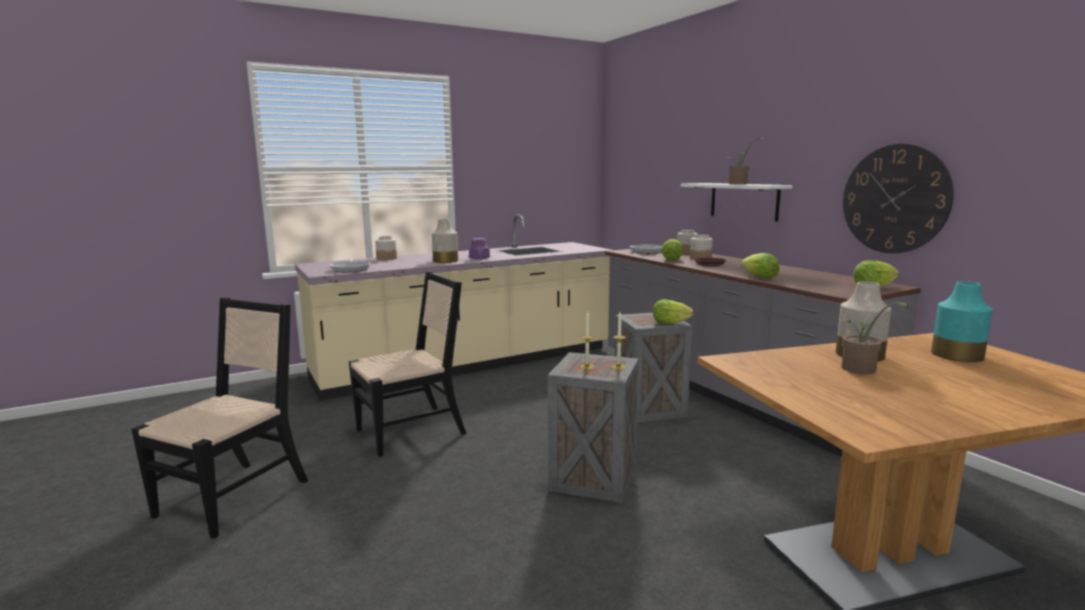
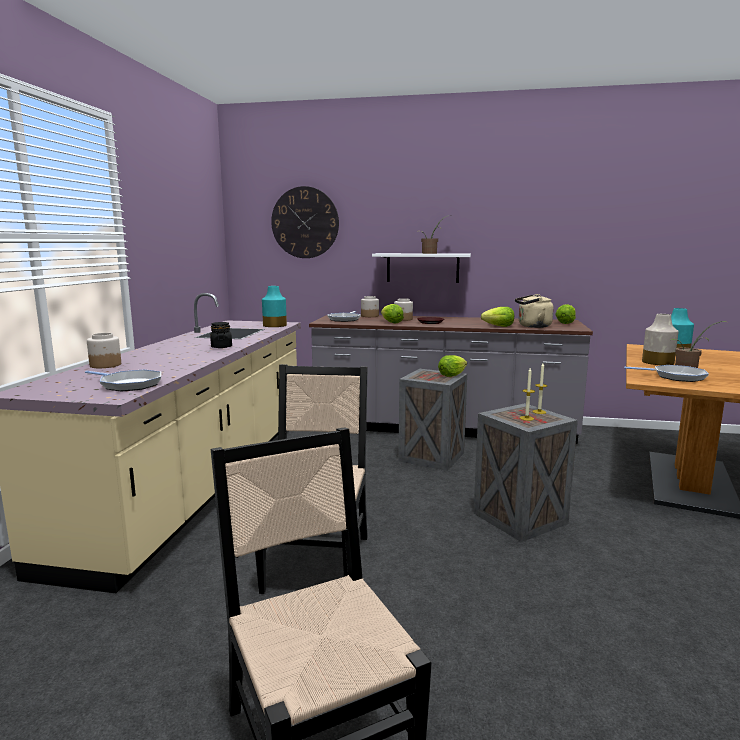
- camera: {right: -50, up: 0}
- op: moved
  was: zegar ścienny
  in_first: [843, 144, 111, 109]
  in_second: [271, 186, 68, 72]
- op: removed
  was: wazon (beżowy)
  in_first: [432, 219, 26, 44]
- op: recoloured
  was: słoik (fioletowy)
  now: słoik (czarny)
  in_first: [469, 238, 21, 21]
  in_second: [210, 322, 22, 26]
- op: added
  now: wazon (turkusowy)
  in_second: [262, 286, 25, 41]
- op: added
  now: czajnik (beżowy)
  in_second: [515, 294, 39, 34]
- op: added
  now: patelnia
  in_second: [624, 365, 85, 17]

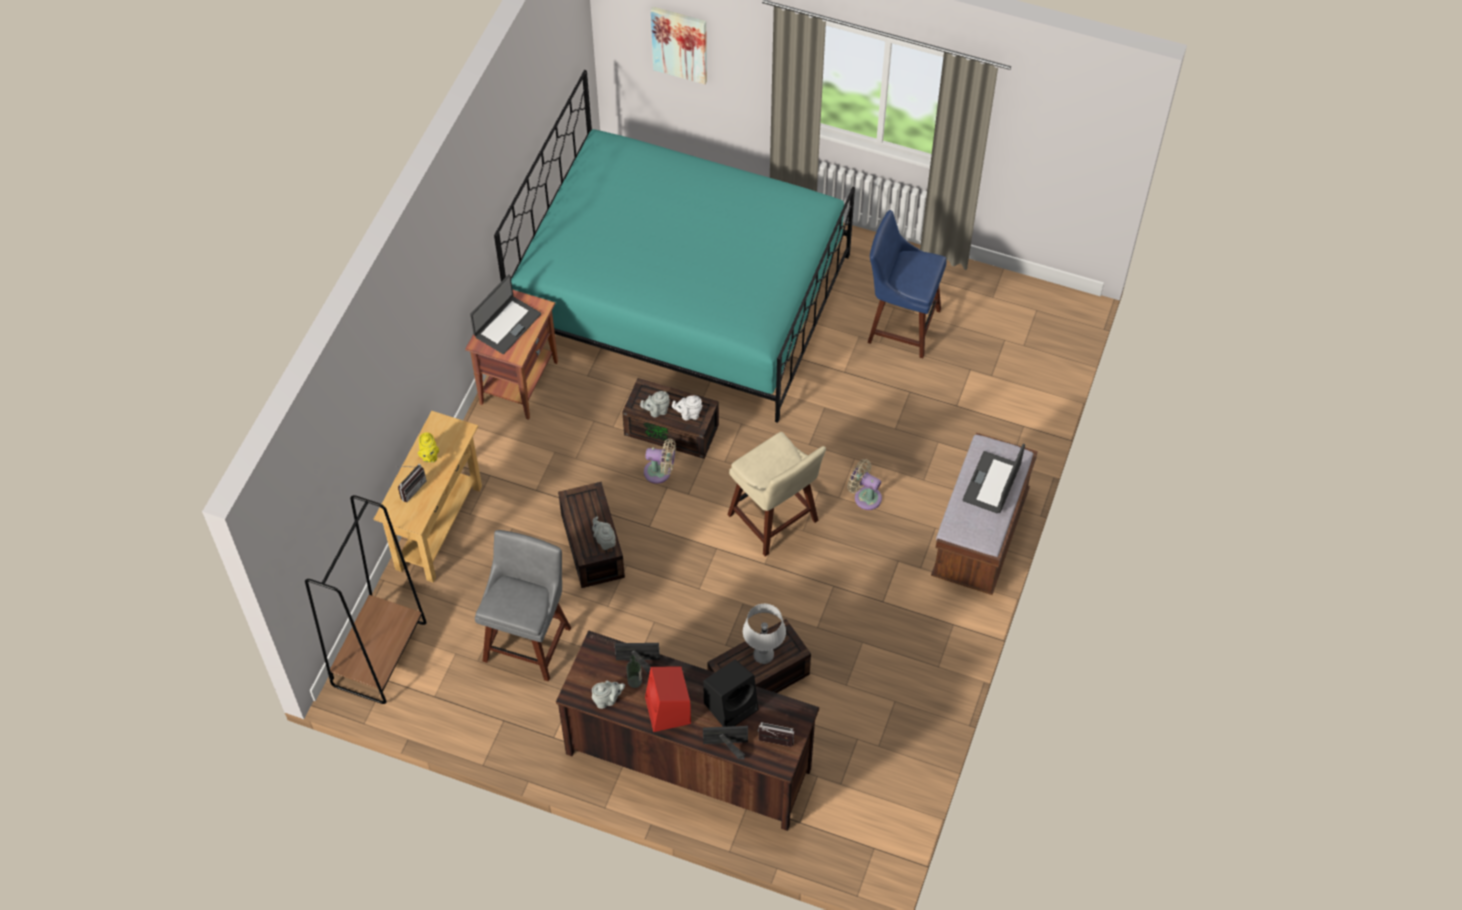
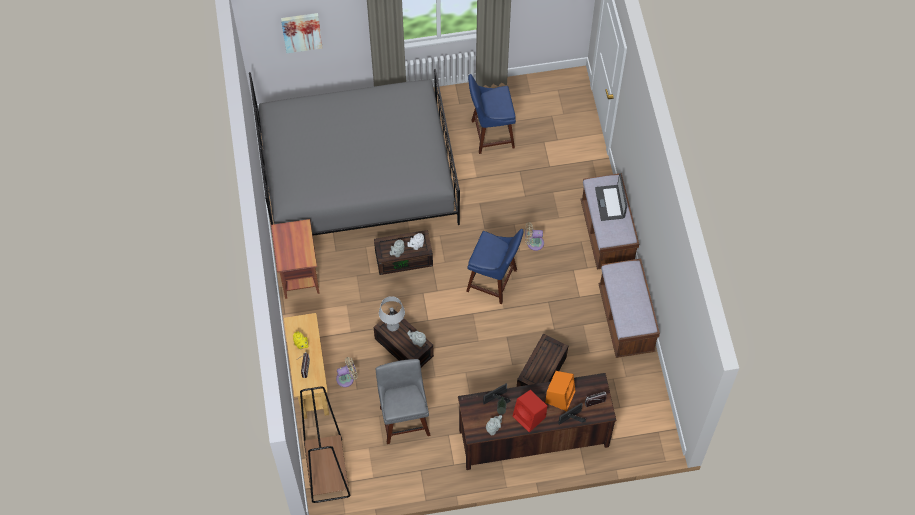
- camera: {right: -30, up: 5}
- op: recoloured
  was: łóżko (turkusowy)
  now: łóżko (szary)
  in_first: [494, 70, 361, 353]
  in_second: [249, 69, 211, 167]
- op: removed
  was: laptop
  in_first: [470, 274, 71, 80]
- op: recoloured
  was: krzesło (beżowy)
  now: krzesło (niebieski)
  in_first: [728, 432, 98, 124]
  in_second: [466, 229, 57, 76]
- op: moved
  was: wentylator (beżowy)
  in_first: [644, 438, 32, 46]
  in_second: [336, 357, 22, 30]
- op: moved
  was: lampa stołowa (szary)
  in_first: [743, 604, 43, 60]
  in_second: [379, 296, 26, 35]
- op: recoloured
  was: głośnik (czarny)
  now: głośnik (pomarańczowy)
  in_first: [703, 659, 56, 68]
  in_second: [545, 371, 31, 40]
- op: added
  now: ławka (brązowy)
  in_second: [598, 258, 62, 100]

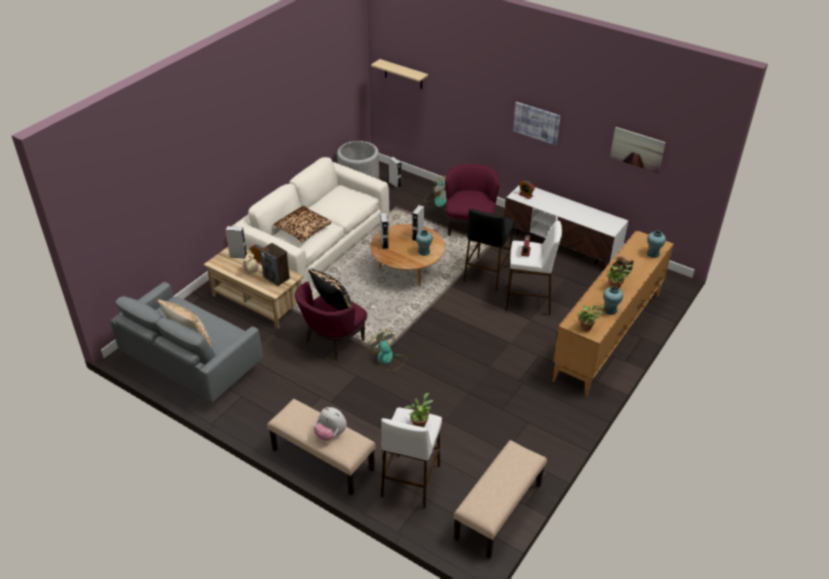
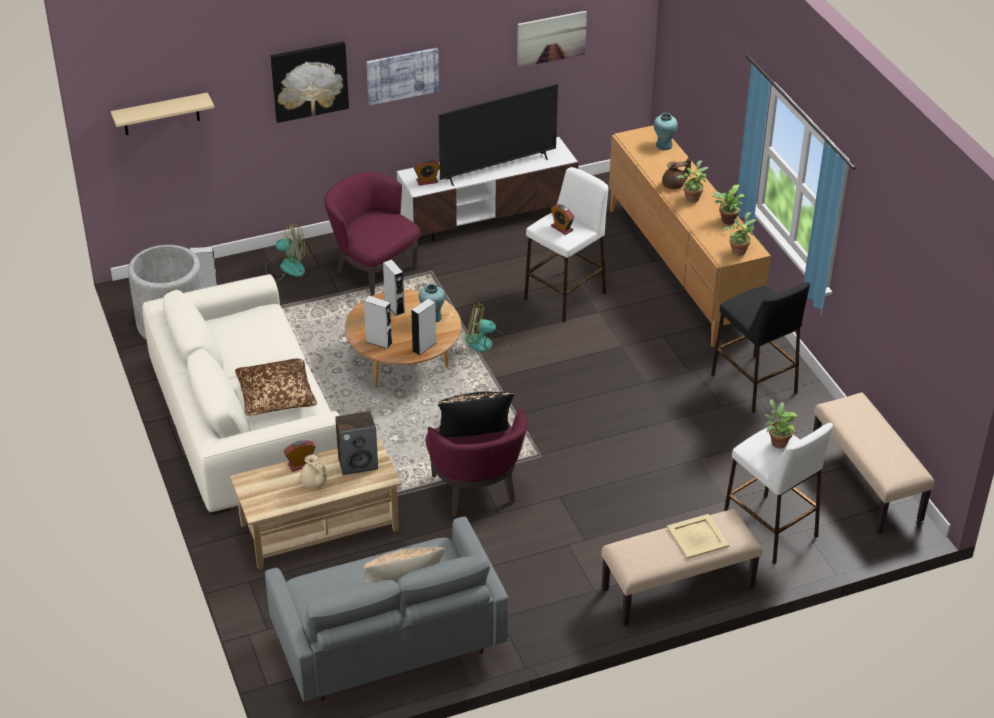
- camera: {right: -55, up: 0}
- op: moved
  was: stołek (czarny)
  in_first: [463, 209, 52, 82]
  in_second: [711, 282, 99, 131]
- op: moved
  was: głośnik (szary)
  in_first: [226, 226, 21, 33]
  in_second: [411, 299, 25, 56]
- op: replaced
  was: wazon (turkusowy)
  now: roślina doniczkowa
  in_first: [603, 286, 20, 29]
  in_second: [711, 184, 34, 41]
- op: moved
  was: wentylator
  in_first: [367, 330, 39, 41]
  in_second: [465, 303, 43, 50]
- op: replaced
  was: pluszak
  now: taca (beżowy)
  in_first: [314, 407, 33, 34]
  in_second: [667, 514, 62, 45]
- op: added
  now: obraz
  in_second: [270, 42, 79, 81]
- op: added
  now: telewizor
  in_second: [439, 84, 119, 102]

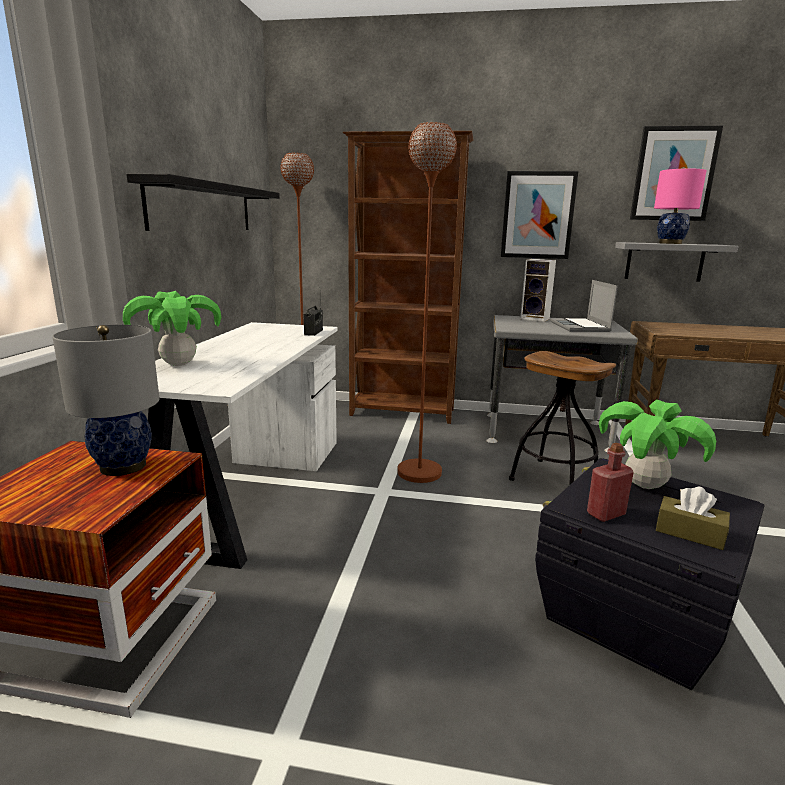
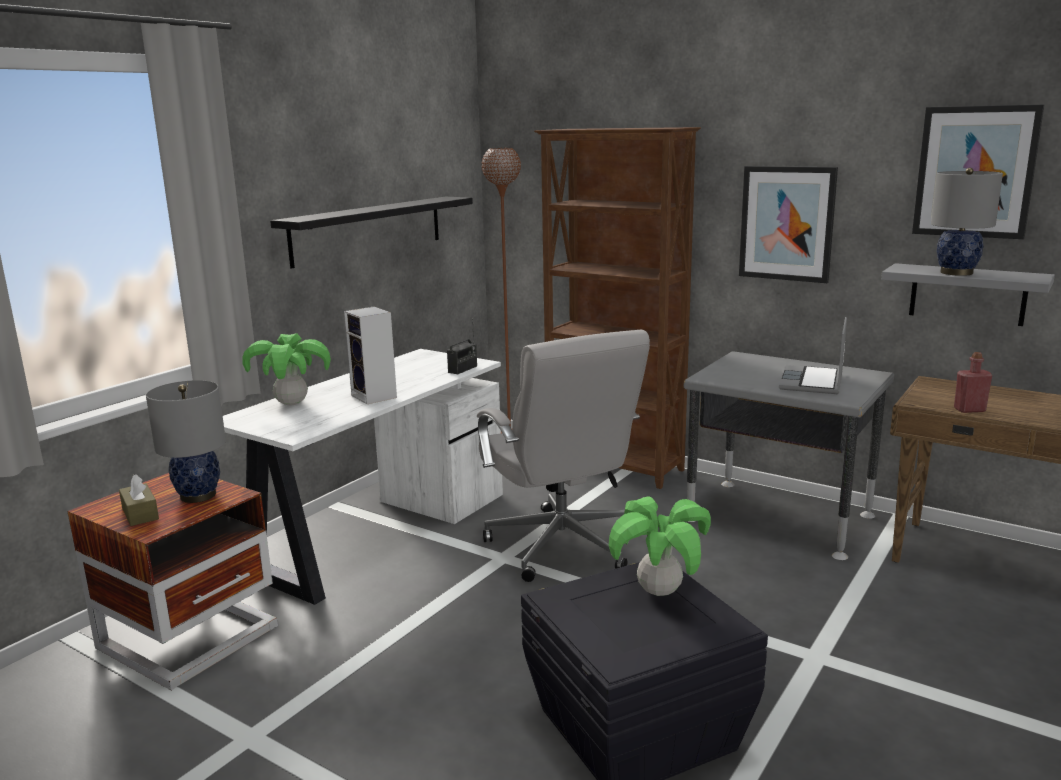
- camera: {right: 25, up: 0}
- op: replaced
  was: lampa stojąca (brązowy)
  now: krzesło biurowe (szary)
  in_first: [397, 122, 60, 361]
  in_second: [477, 330, 173, 252]
- op: recoloured
  was: lampa stołowa (różowy)
  now: lampa stołowa (szary)
  in_first: [654, 167, 53, 77]
  in_second: [931, 168, 72, 108]
- op: moved
  was: głośnik
  in_first: [520, 259, 36, 63]
  in_second: [344, 306, 53, 98]
- op: removed
  was: stołek (brązowy)
  in_first: [509, 351, 107, 134]
- op: moved
  was: butelka (czerwony)
  in_first: [587, 443, 47, 79]
  in_second: [954, 352, 38, 61]
- op: moved
  was: pudełko chusteczek (brązowy)
  in_first: [656, 486, 74, 64]
  in_second: [119, 475, 40, 51]

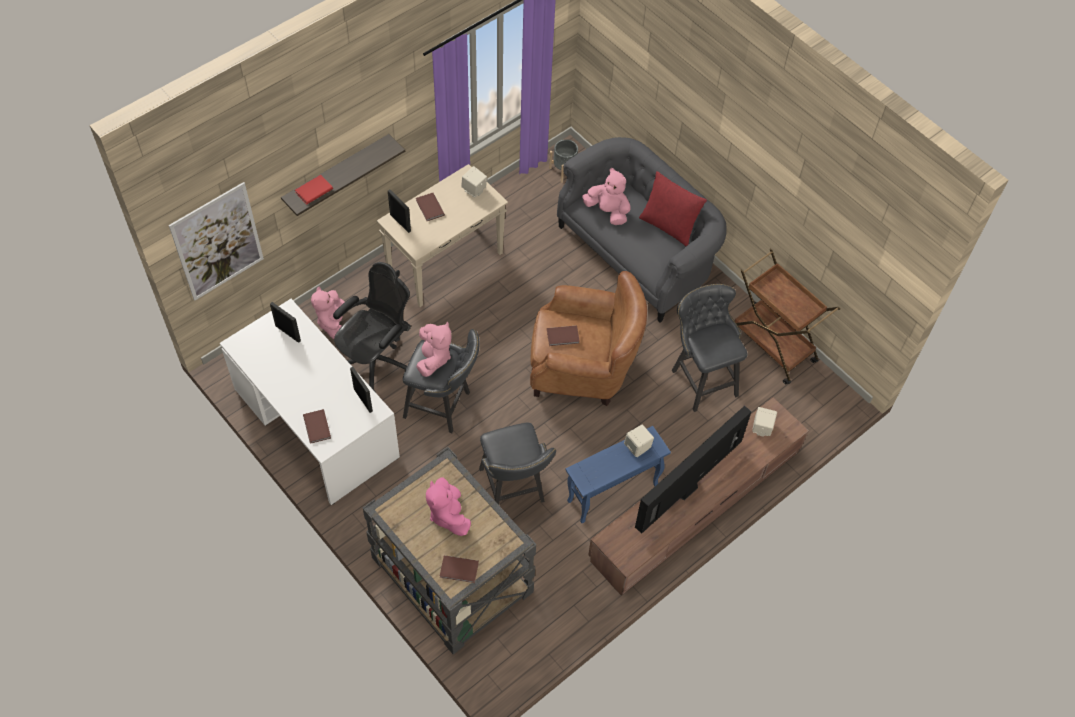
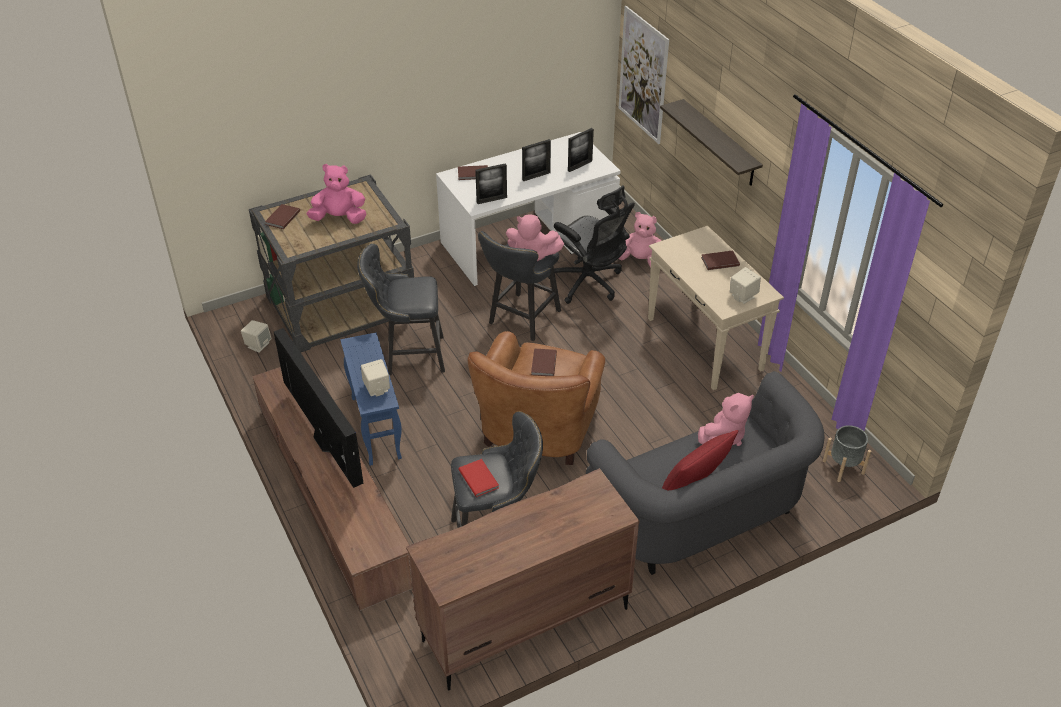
- camera: {right: 105, up: -15}
- op: moved
  was: książka (czerwony)
  in_first: [295, 175, 38, 30]
  in_second: [458, 459, 41, 38]
- op: moved
  was: ramka na zdjęcie
  in_first: [388, 190, 23, 43]
  in_second: [522, 139, 29, 42]
- op: replaced
  was: wózek (brązowy)
  now: komoda (brązowy)
  in_first: [735, 249, 106, 135]
  in_second: [406, 468, 234, 223]
- op: moved
  was: głośnik (beżowy)
  in_first: [752, 407, 25, 30]
  in_second: [241, 320, 31, 33]

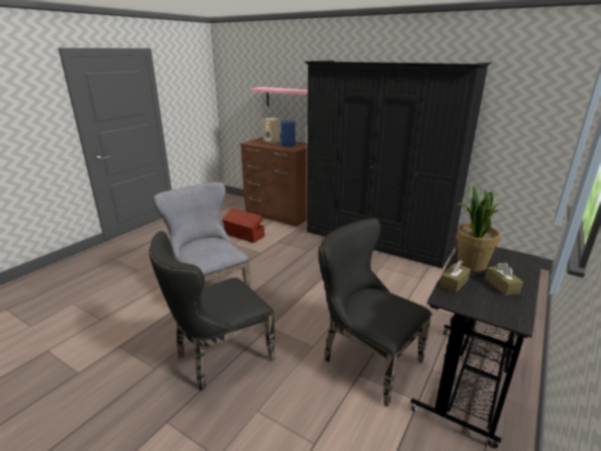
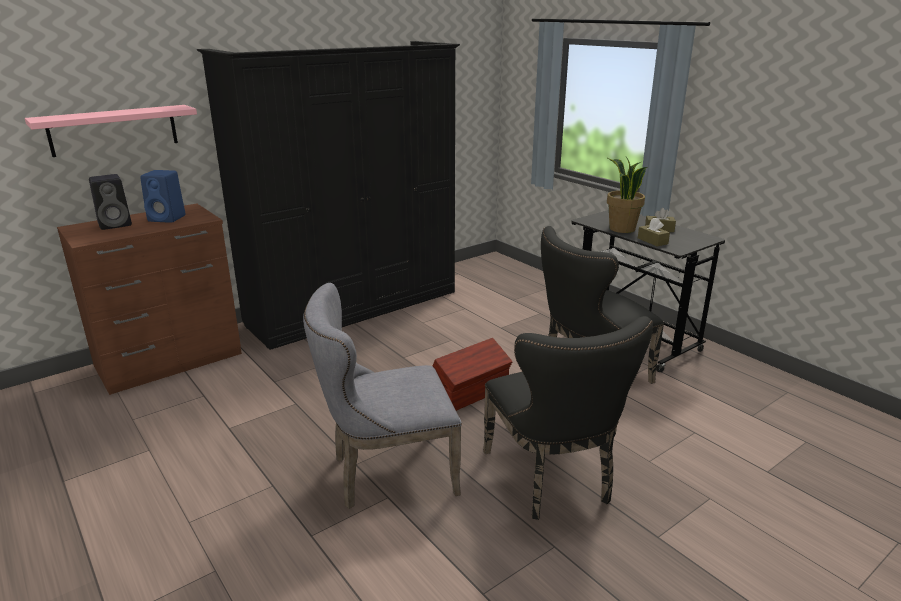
- camera: {right: -70, up: 0}
- op: recoloured
  was: głośnik (beżowy)
  now: głośnik (czarny)
  in_first: [263, 117, 17, 26]
  in_second: [89, 174, 43, 56]
- op: moved
  was: pojemnik do przechowywania (brązowy)
  in_first: [222, 208, 43, 35]
  in_second: [432, 338, 81, 73]

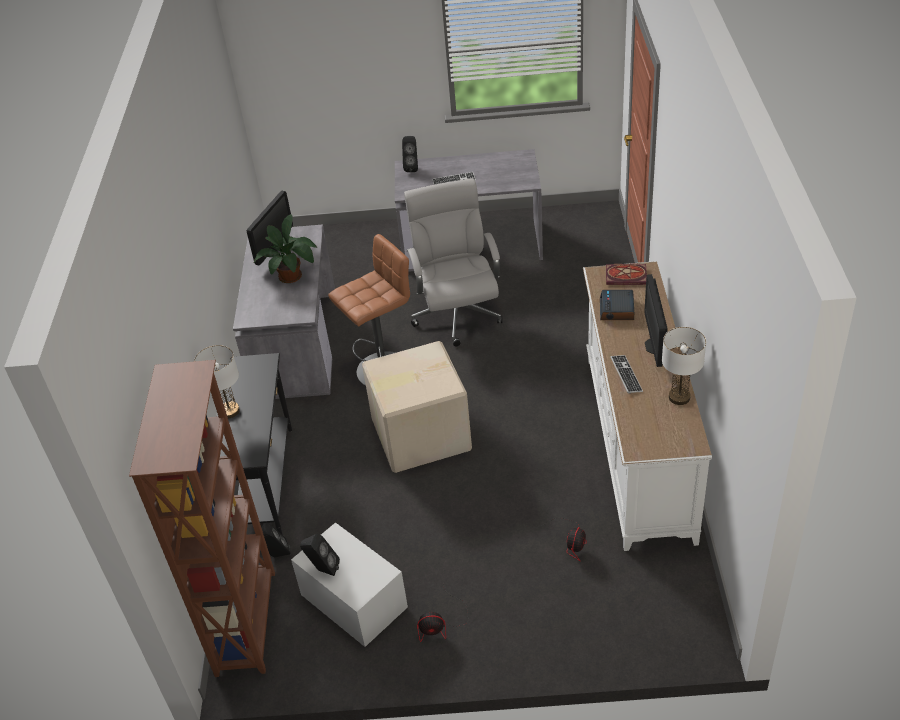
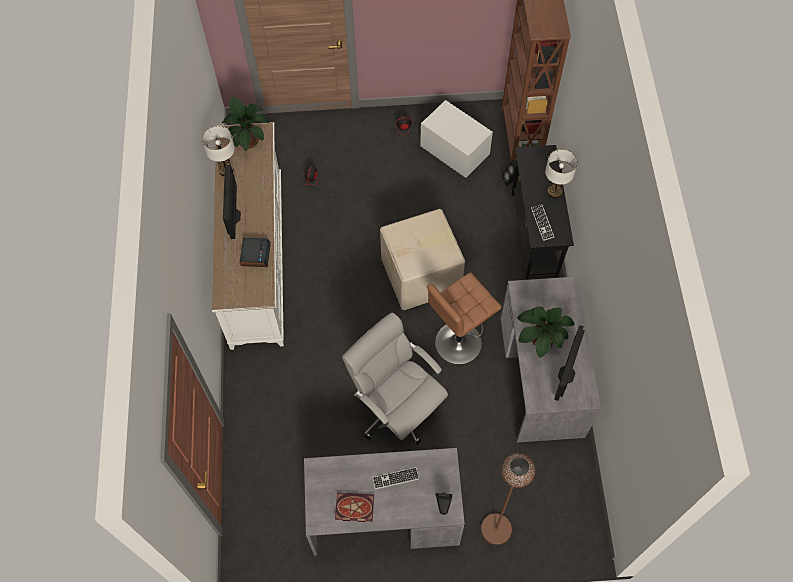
- camera: {right: 175, up: 20}
- op: turned
  was: krzesło biurowe (szary)
  in_first: [404, 178, 99, 168]
  in_second: [342, 313, 106, 131]
  clockwise: 150
- op: moved
  was: książka
  in_first: [606, 264, 41, 21]
  in_second: [335, 493, 39, 29]
- op: moved
  was: klawiatura
  in_first: [610, 355, 33, 39]
  in_second: [531, 204, 23, 37]
- op: removed
  was: głośnik (czarny)
  in_first: [300, 534, 40, 42]
- op: added
  now: roślina doniczkowa
  in_second: [222, 96, 47, 55]
- op: added
  now: lampa stojąca (brązowy)
  in_second: [481, 453, 54, 92]

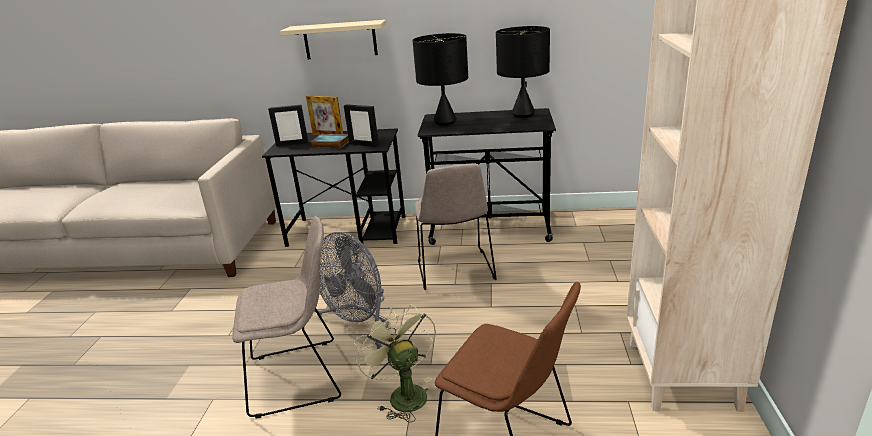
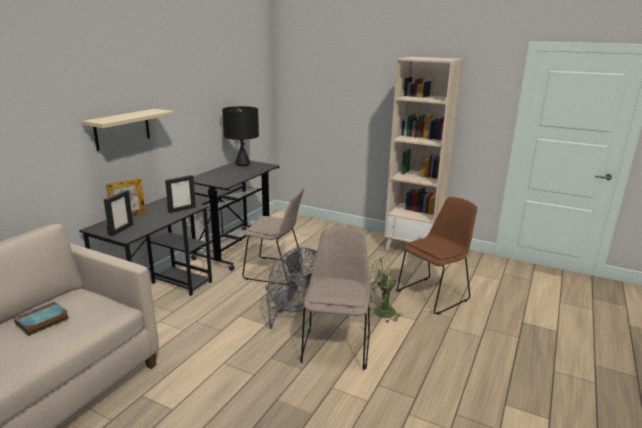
- camera: {right: -70, up: -5}
- op: removed
  was: lampa stołowa (czarny)
  in_first: [412, 33, 56, 93]
- op: moved
  was: książka
  in_first: [312, 134, 37, 14]
  in_second: [14, 302, 55, 34]

